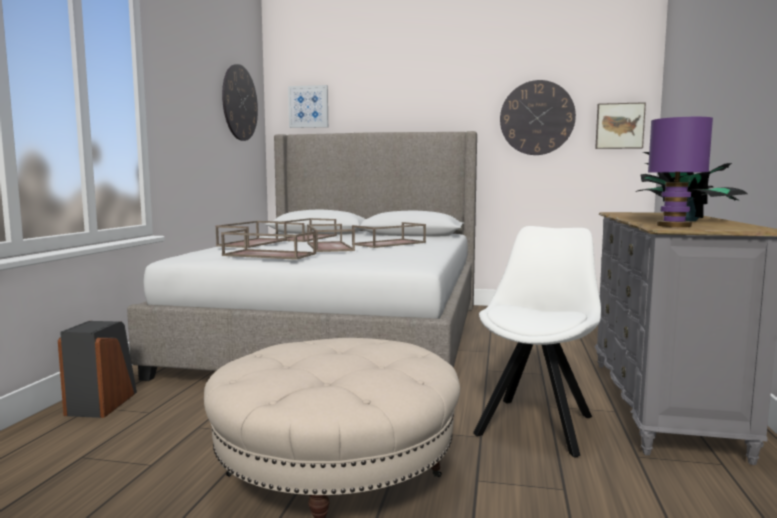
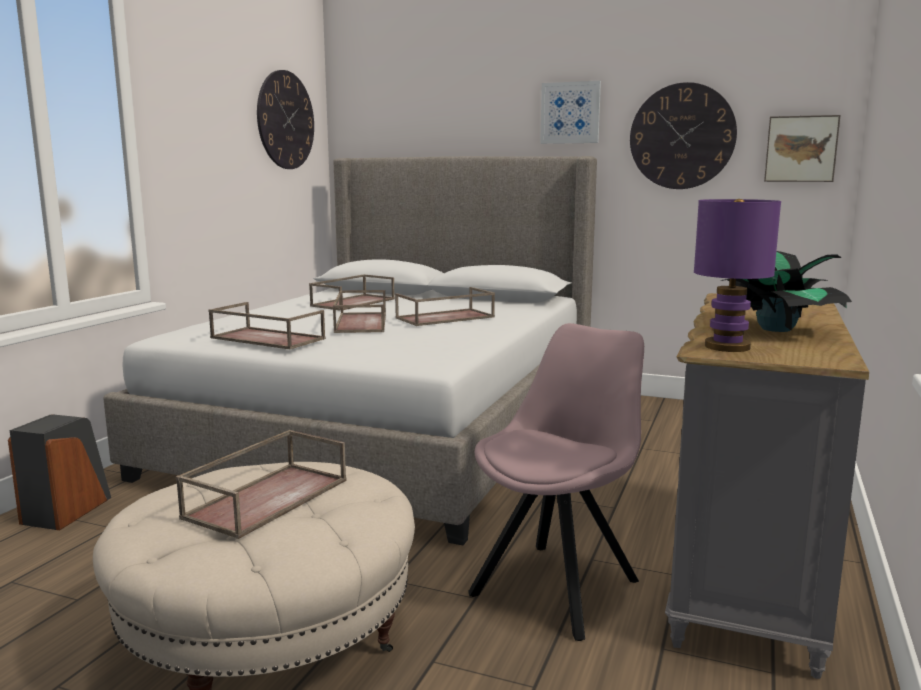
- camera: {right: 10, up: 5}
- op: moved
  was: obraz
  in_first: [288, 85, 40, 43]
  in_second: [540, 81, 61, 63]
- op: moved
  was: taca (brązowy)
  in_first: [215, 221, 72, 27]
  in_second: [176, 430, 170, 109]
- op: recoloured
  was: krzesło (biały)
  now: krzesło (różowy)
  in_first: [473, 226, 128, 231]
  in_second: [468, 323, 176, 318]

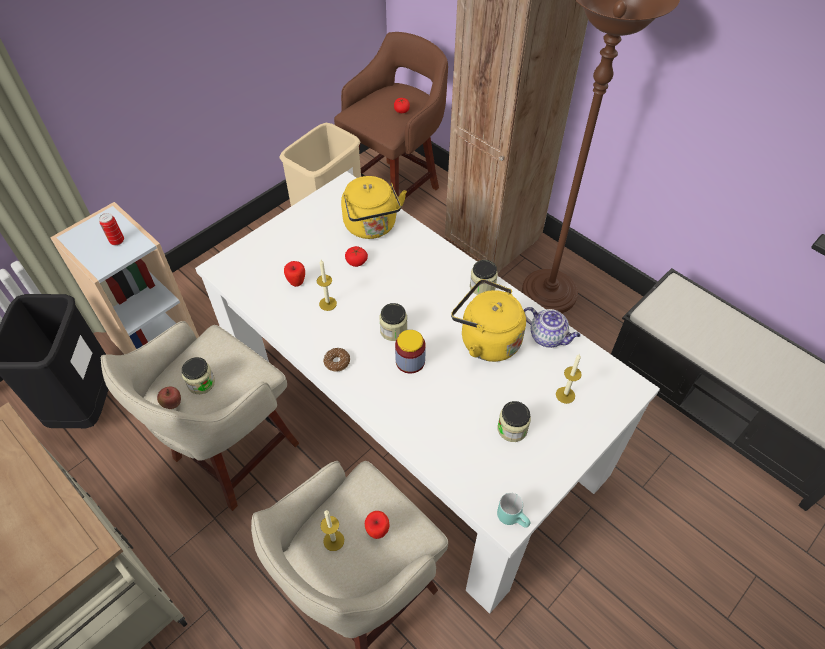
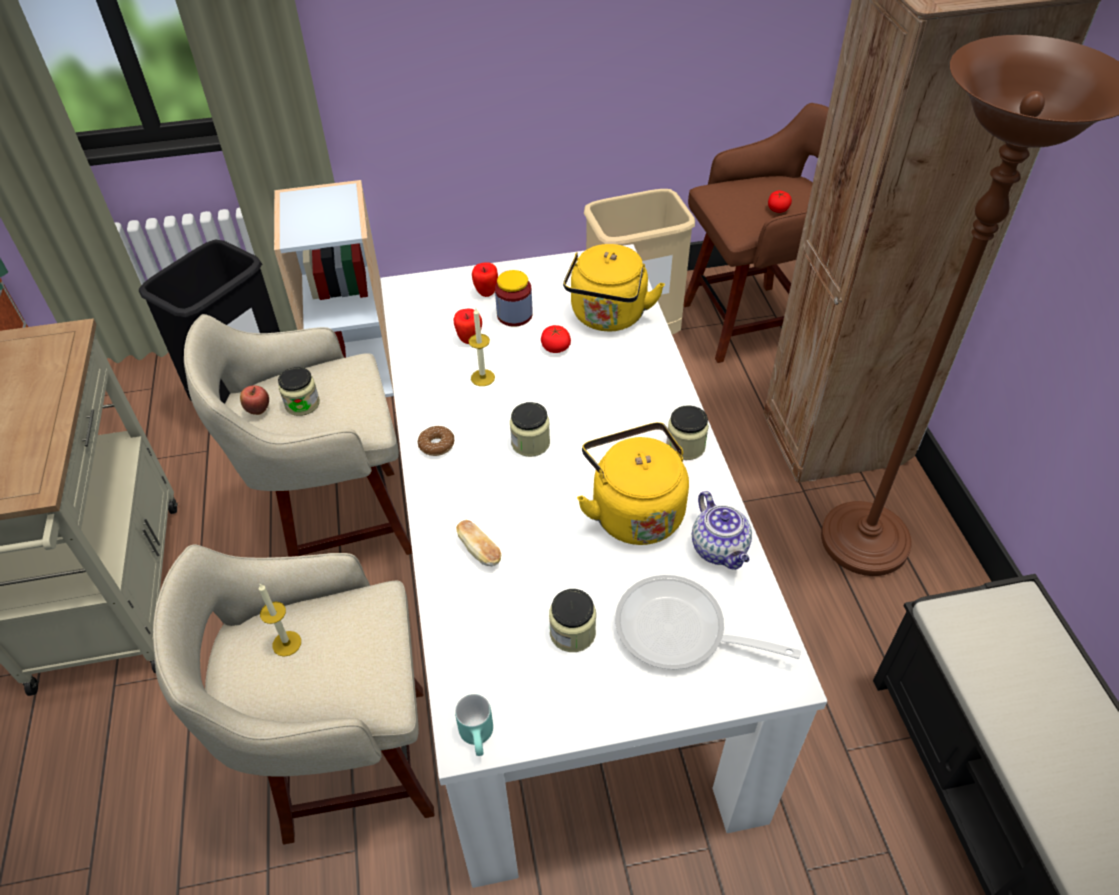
- camera: {right: 35, up: -5}
- op: removed
  was: puszka
  in_first: [99, 213, 25, 32]
- op: moved
  was: słoik
  in_first: [395, 330, 31, 44]
  in_second: [495, 270, 38, 57]
- op: replaced
  was: świeca
  now: patelnia
  in_first: [556, 354, 26, 50]
  in_second: [615, 575, 186, 95]
- op: moved
  was: jabłko
  in_first: [365, 511, 25, 28]
  in_second: [472, 262, 26, 35]
- op: added
  now: chleb
  in_second: [456, 520, 45, 46]

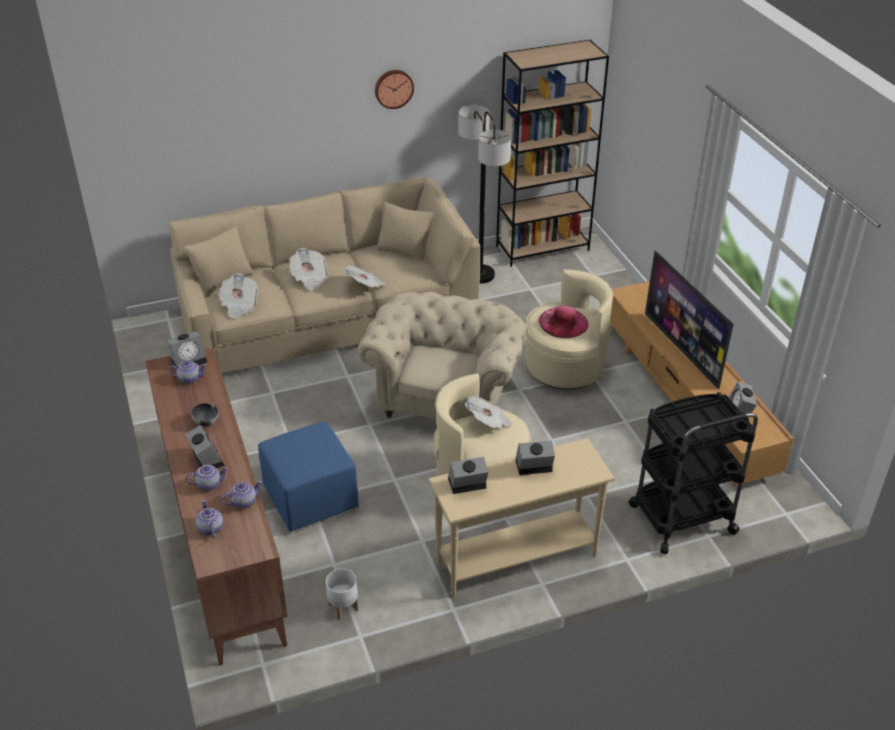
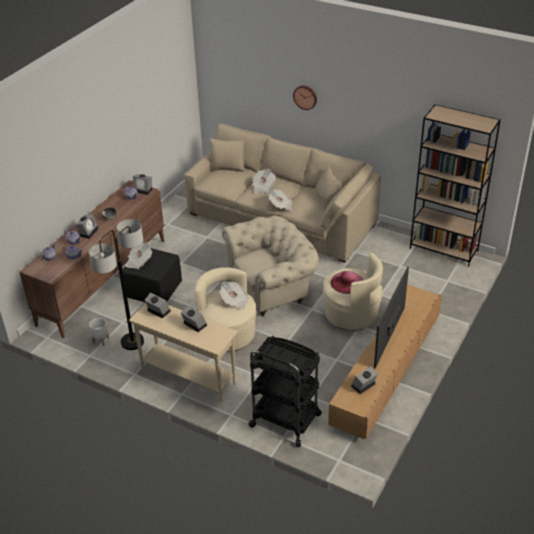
- camera: {right: 50, up: 0}
- op: moved
  was: zegar ścienny
  in_first: [375, 70, 39, 39]
  in_second: [293, 85, 24, 25]
- op: moved
  was: lampa stojąca
  in_first: [458, 105, 53, 179]
  in_second: [88, 219, 56, 131]
- op: moved
  was: gazeta
  in_first: [218, 274, 41, 44]
  in_second: [125, 242, 27, 27]
- op: recoloured
  was: pufa (niebieski)
  now: pufa (czarny)
  in_first: [258, 421, 101, 111]
  in_second: [123, 248, 59, 54]

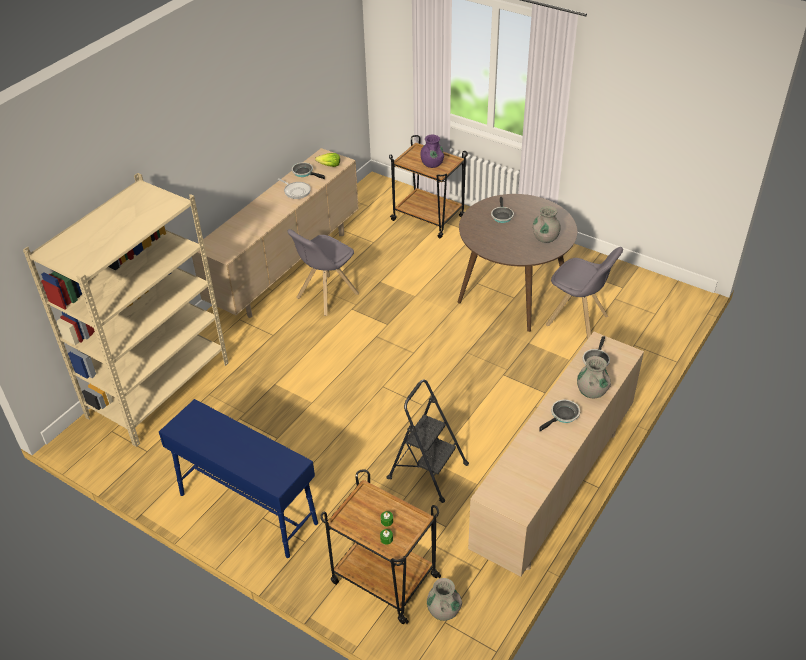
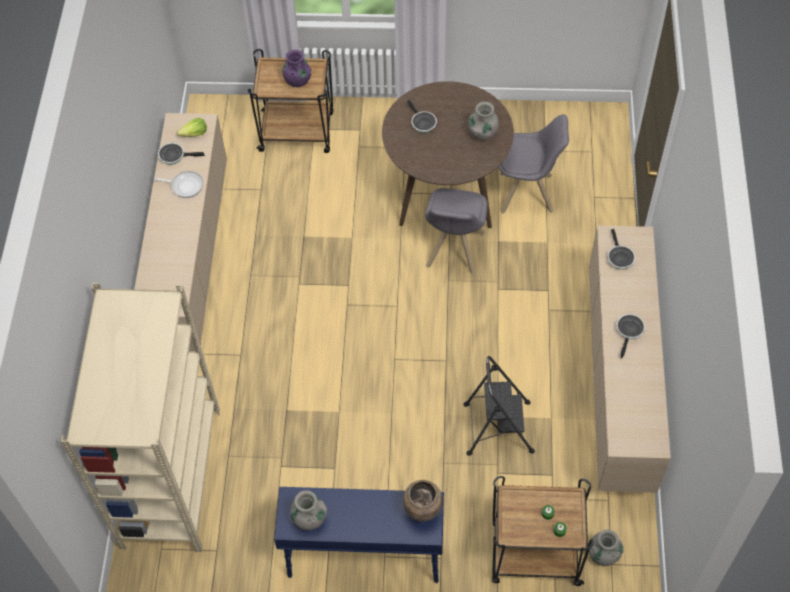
- camera: {right: -30, up: 15}
- op: moved
  was: krzesło (szary)
  in_first: [287, 229, 72, 87]
  in_second: [425, 188, 62, 87]
- op: moved
  was: wazon (szary)
  in_first: [577, 356, 34, 42]
  in_second: [290, 490, 37, 40]
- op: added
  now: wazon (brązowy)
  in_second: [403, 480, 40, 42]

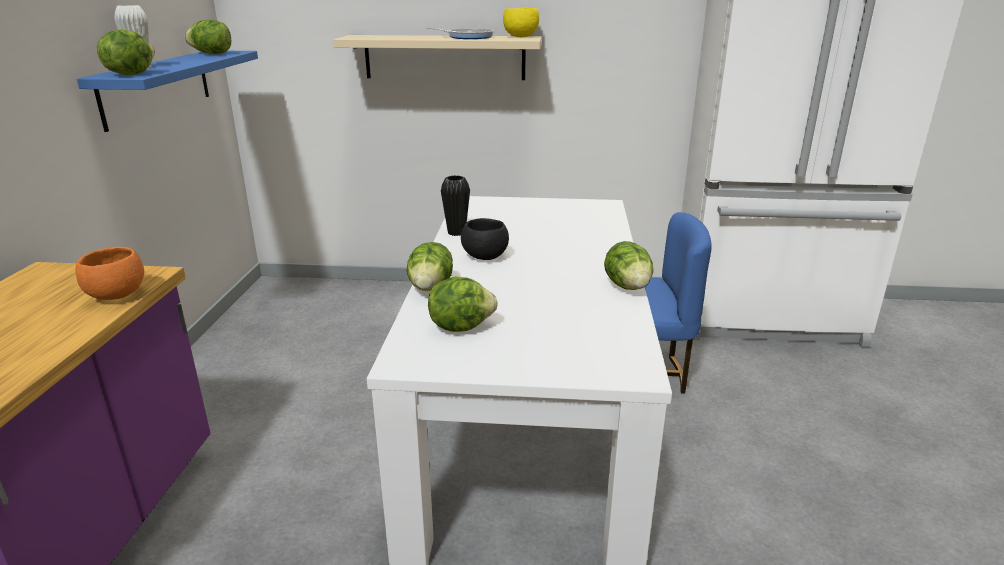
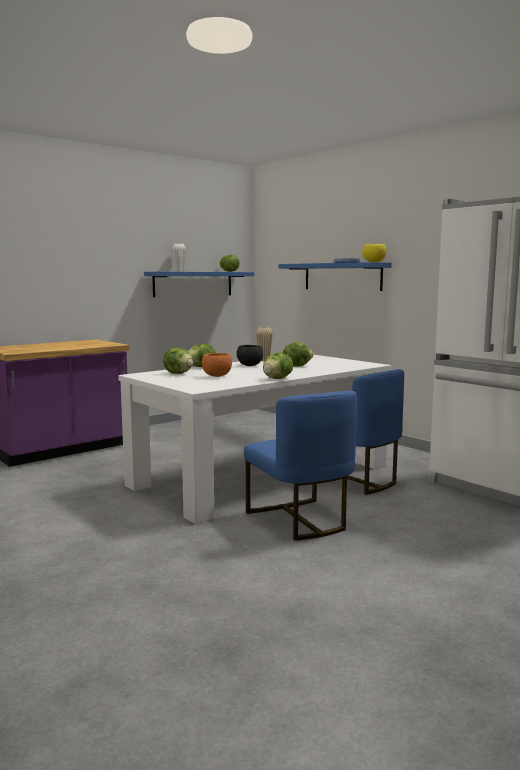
- camera: {right: 45, up: -15}
- op: moved
  was: sałata
  in_first: [97, 30, 58, 45]
  in_second: [283, 342, 31, 25]
- op: recoloured
  was: półka (beżowy)
  now: półka (niebieski)
  in_first: [333, 35, 209, 45]
  in_second: [278, 262, 114, 29]
- op: recoloured
  was: wazon (czarny)
  now: wazon (beżowy)
  in_first: [441, 175, 29, 61]
  in_second: [256, 327, 17, 34]
- op: moved
  was: miska (pomarańczowy)
  in_first: [75, 247, 69, 53]
  in_second: [202, 353, 30, 24]
- op: added
  now: krzesło (niebieski)
  in_second: [244, 391, 113, 150]

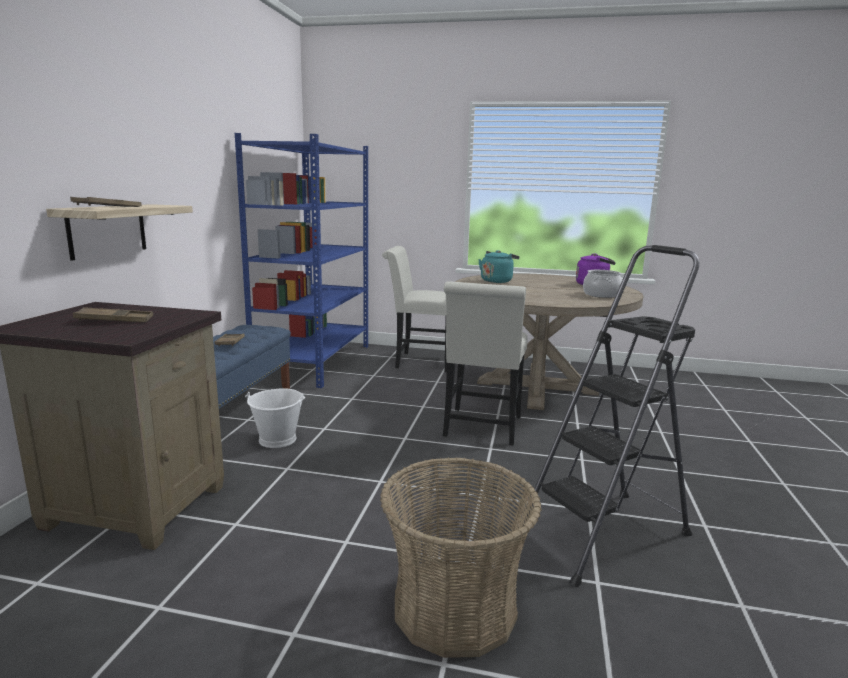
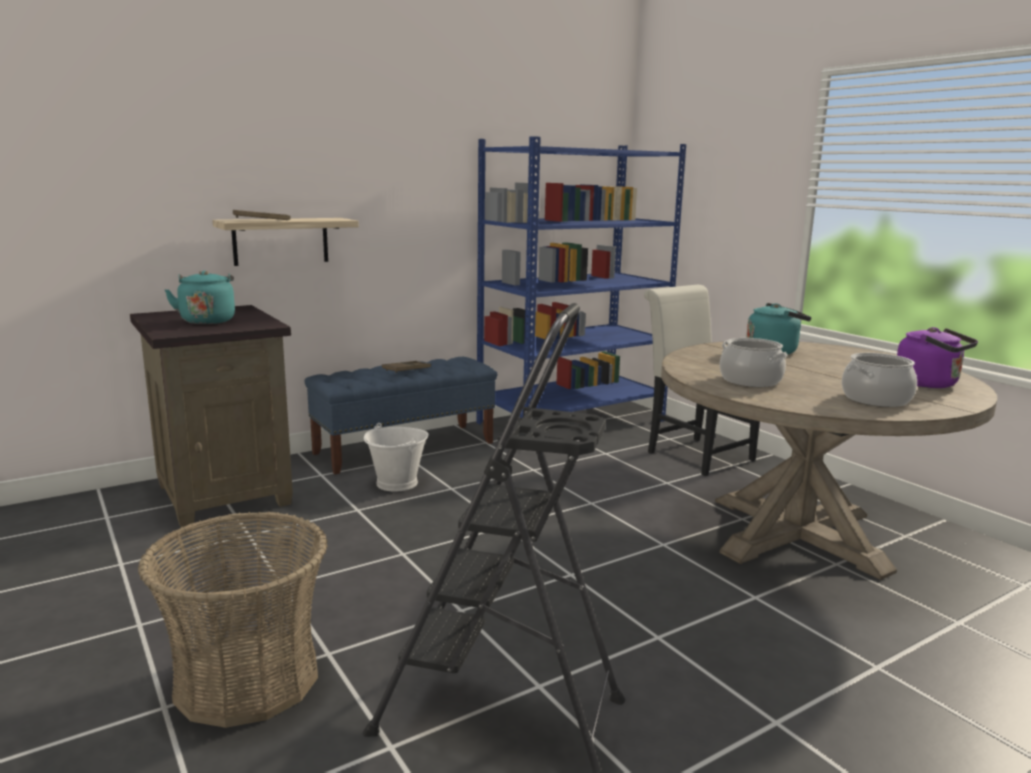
- camera: {right: 45, up: 0}
- op: removed
  was: krzesło (biały)
  in_first: [443, 281, 85, 165]
- op: replaced
  was: taca (brązowy)
  now: czajnik (turkusowy)
  in_first: [73, 307, 80, 15]
  in_second: [165, 270, 70, 54]
- op: added
  now: garnek
  in_second: [720, 338, 68, 49]

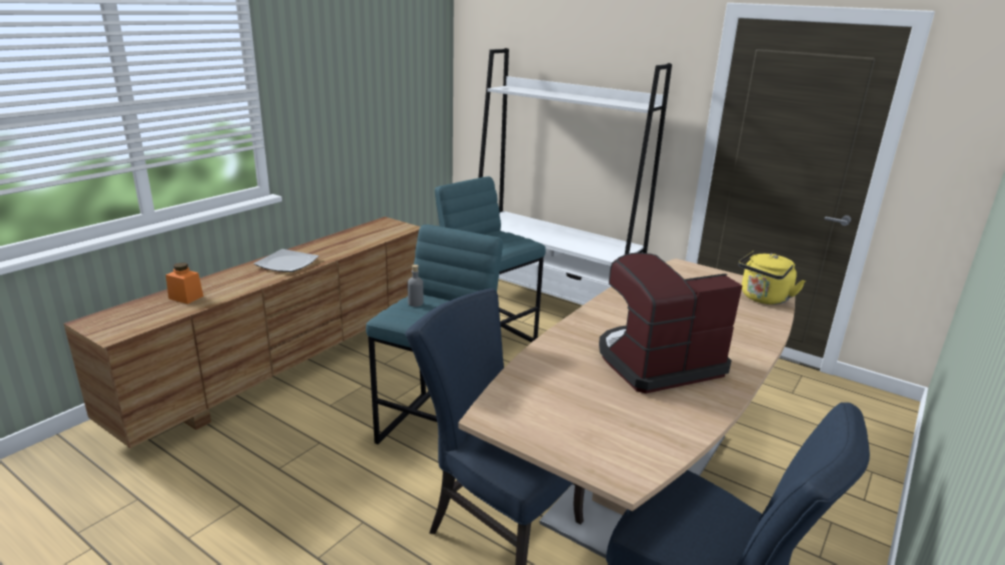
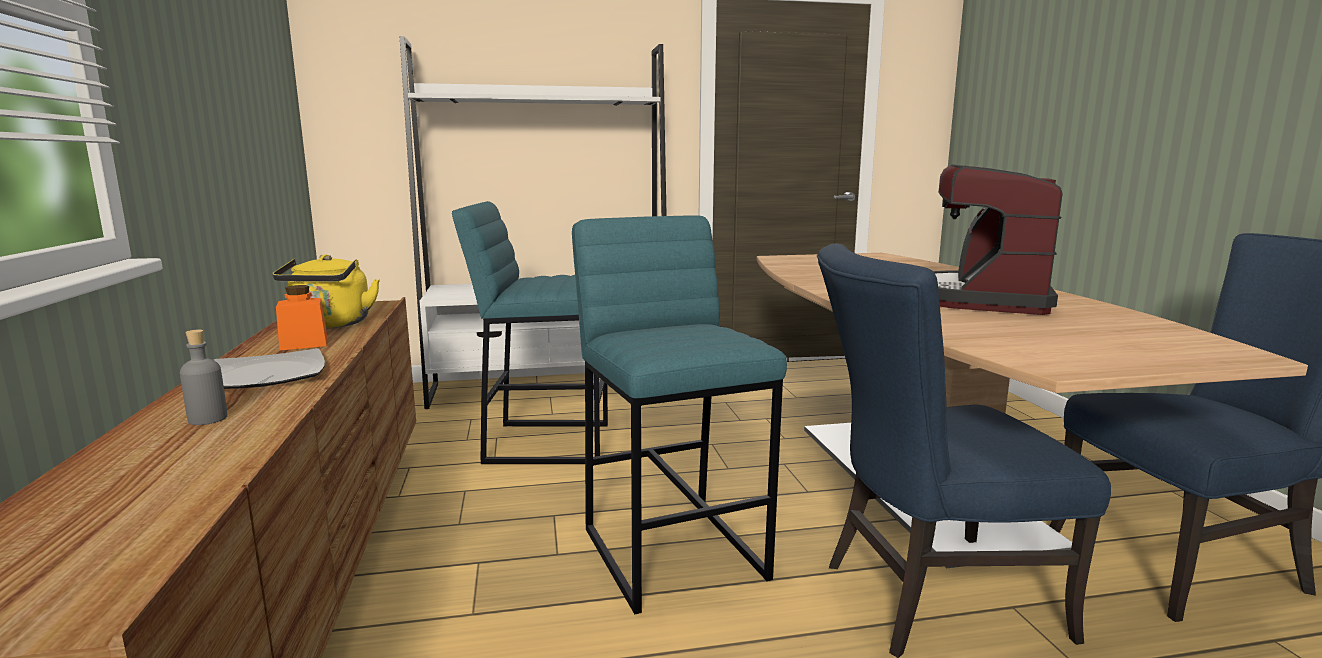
- camera: {right: -45, up: -10}
- op: moved
  was: czajnik (żółty)
  in_first: [738, 251, 68, 54]
  in_second: [272, 254, 108, 75]
- op: moved
  was: słoik (pomarańczowy)
  in_first: [166, 263, 37, 41]
  in_second: [276, 285, 52, 66]
- op: moved
  was: butelka (szary)
  in_first: [408, 264, 15, 43]
  in_second: [180, 330, 48, 95]

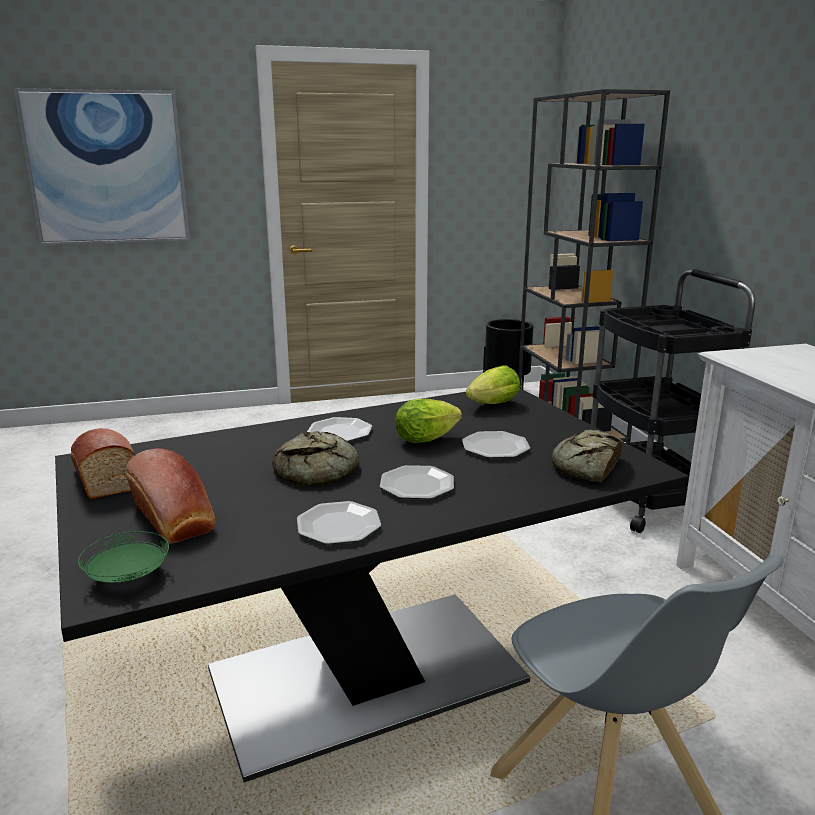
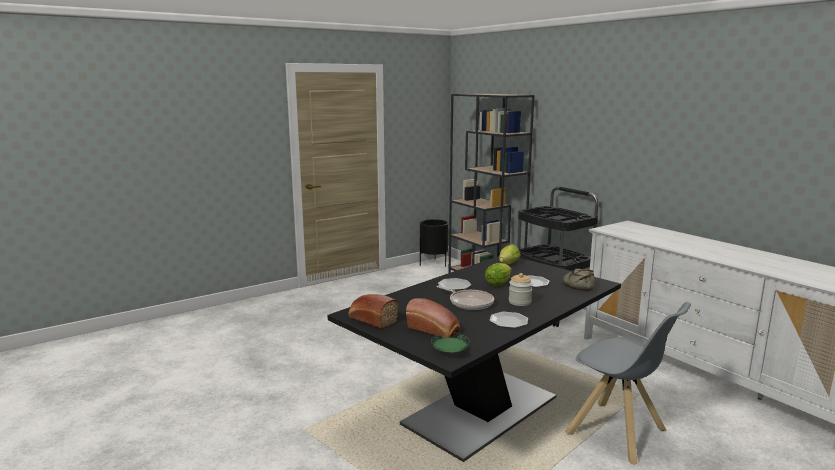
- camera: {right: -20, up: -5}
- op: removed
  was: obraz
  in_first: [13, 88, 177, 157]
- op: replaced
  was: chleb
  now: patelnia
  in_first: [272, 431, 87, 55]
  in_second: [436, 285, 58, 25]
- op: replaced
  was: talerz
  now: słoik
  in_first: [380, 465, 74, 34]
  in_second: [509, 273, 23, 33]

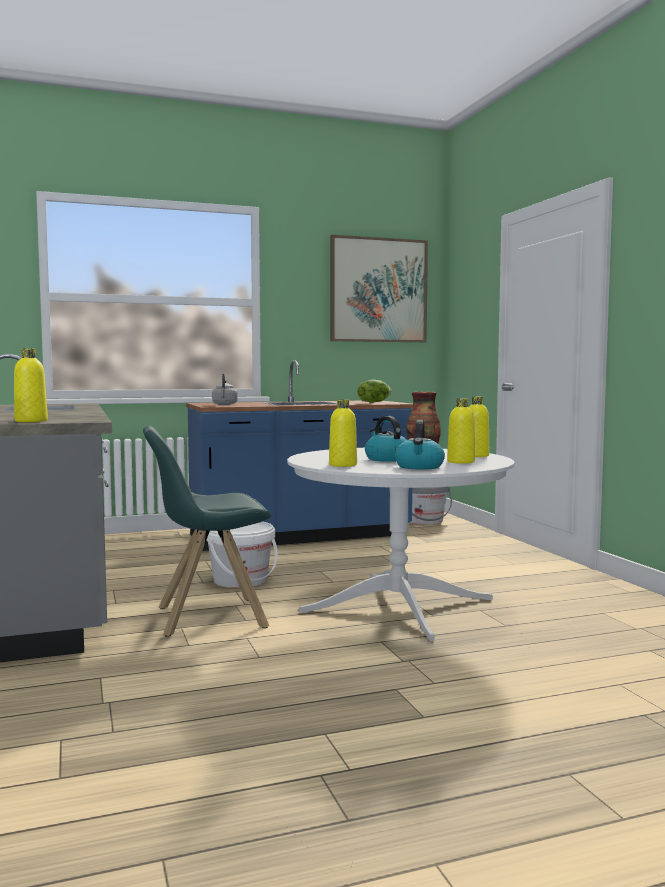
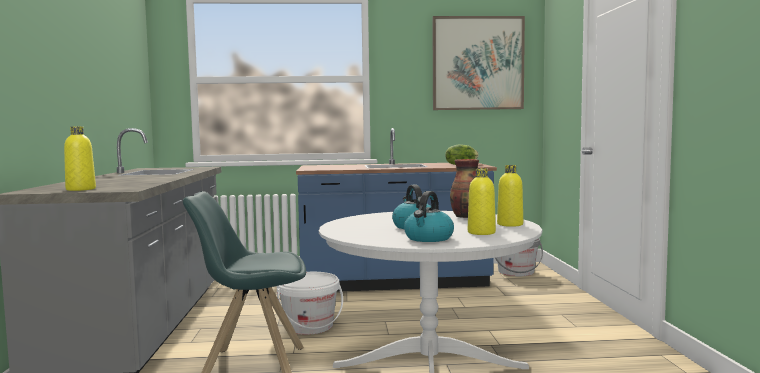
- camera: {right: 15, up: 0}
- op: removed
  was: czajnik (szary)
  in_first: [212, 373, 26, 32]
- op: removed
  was: butelka (żółty)
  in_first: [329, 399, 28, 68]

